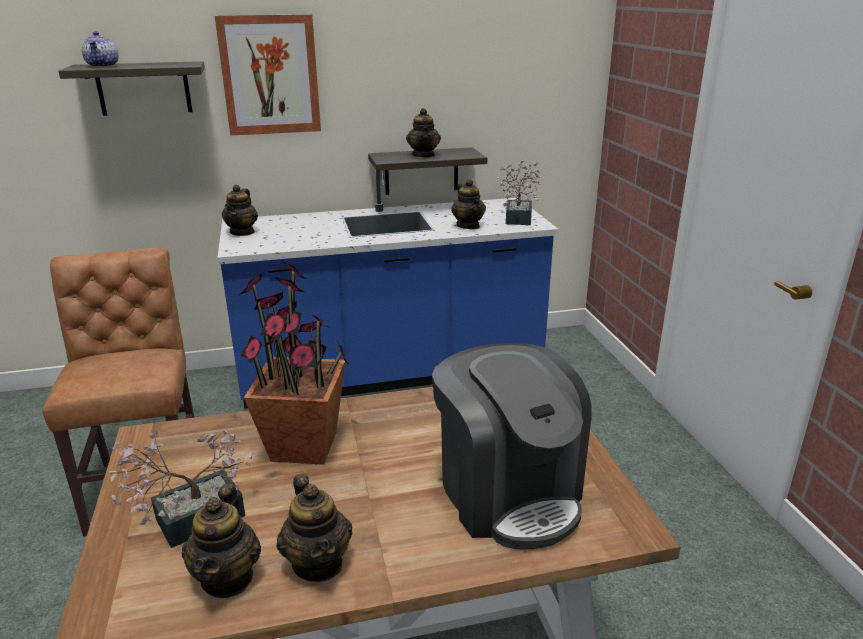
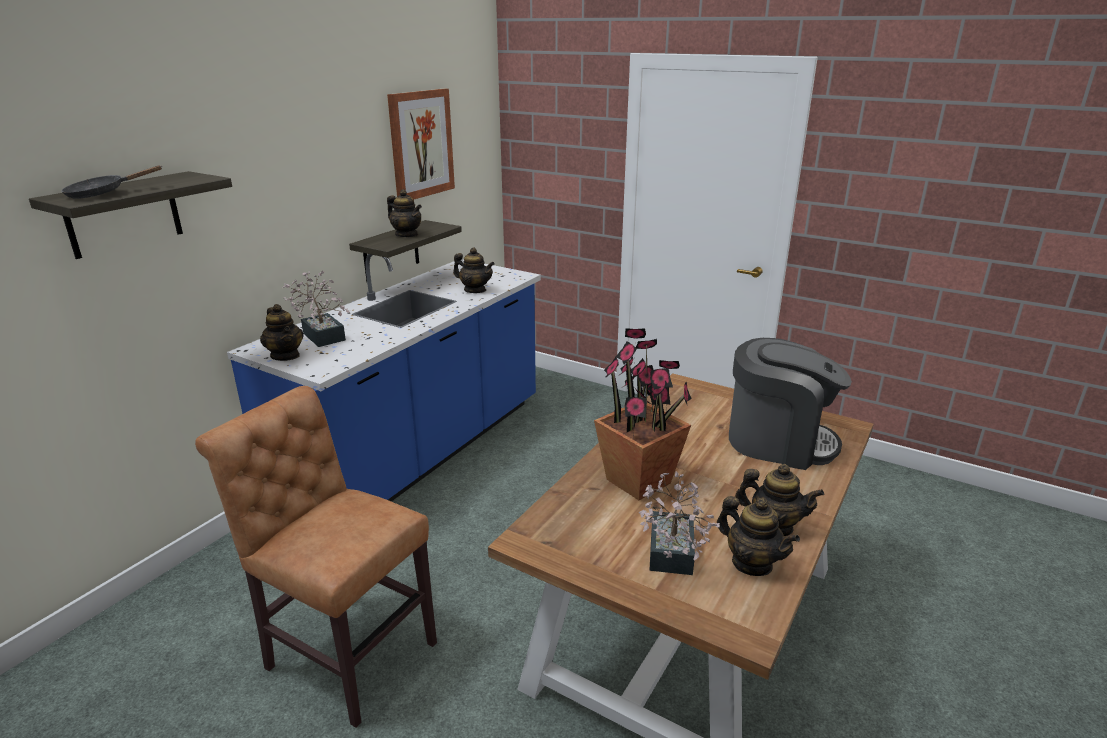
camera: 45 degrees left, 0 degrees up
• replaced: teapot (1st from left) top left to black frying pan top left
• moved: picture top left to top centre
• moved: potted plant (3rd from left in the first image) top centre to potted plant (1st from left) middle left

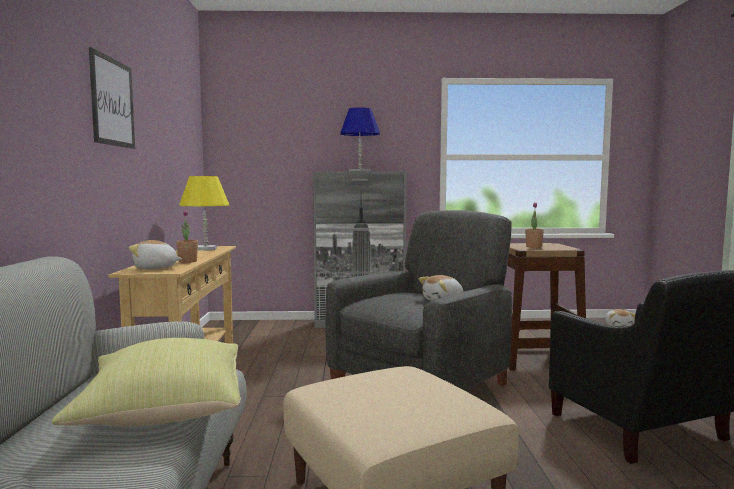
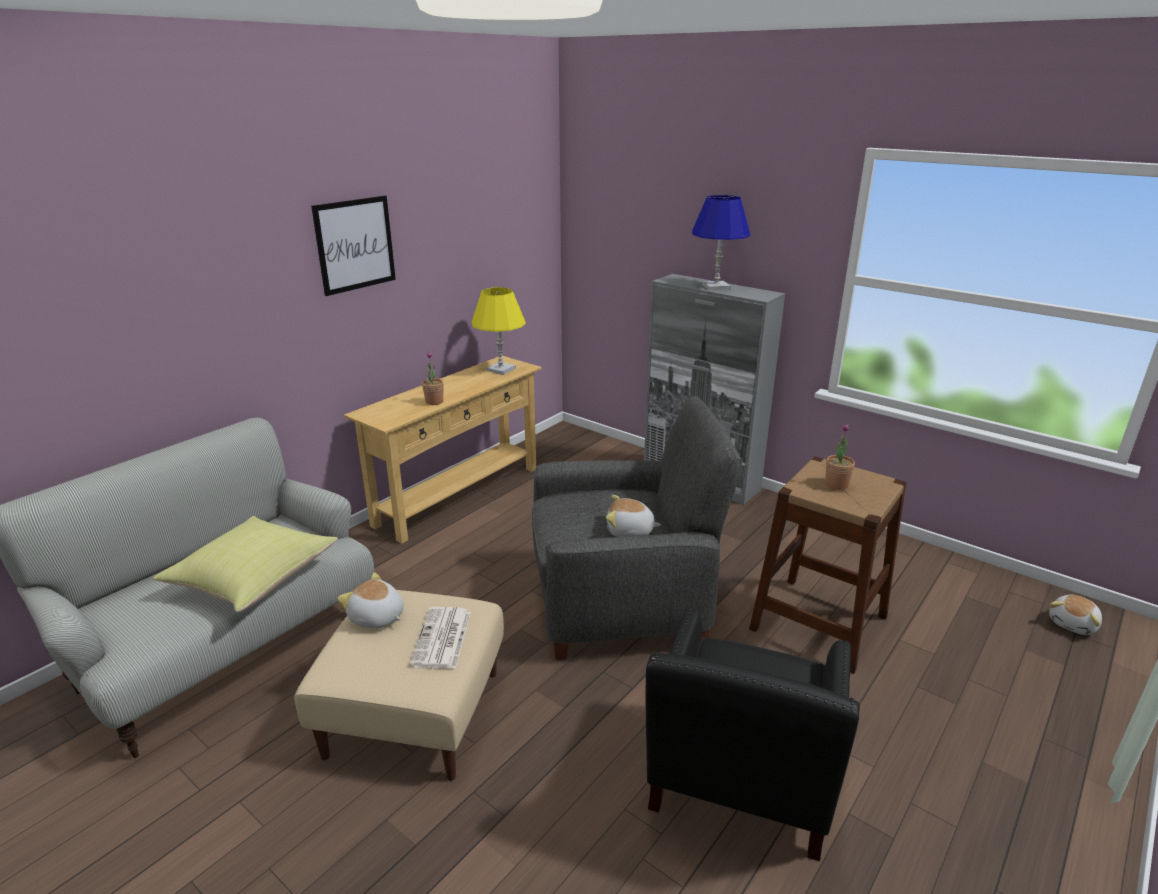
camera: 40 degrees right, 20 degrees up
• moved: plush toy (1st from left) middle left to bottom left
• added: newspaper bottom centre

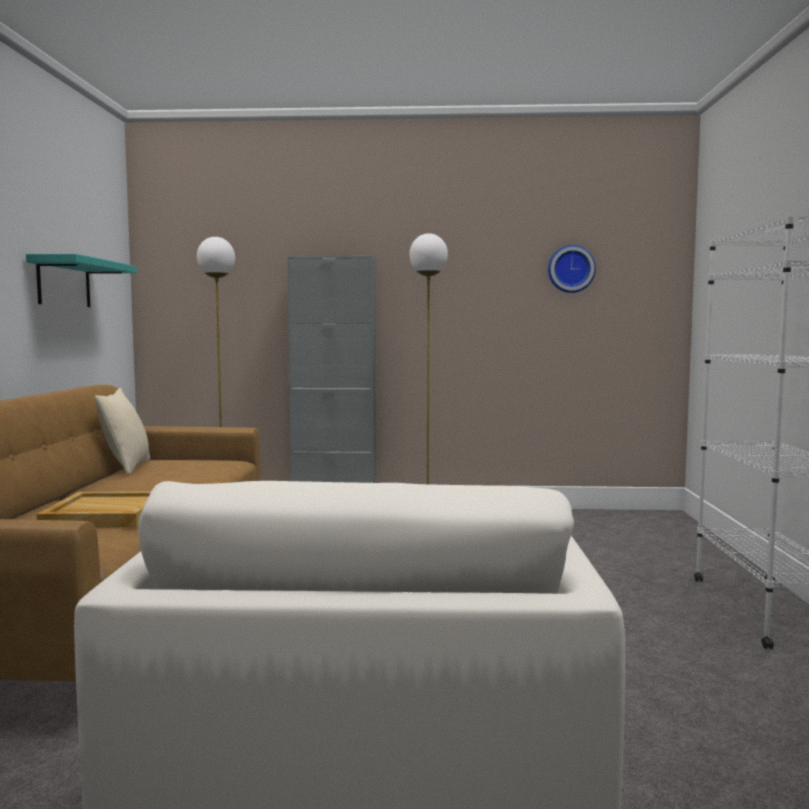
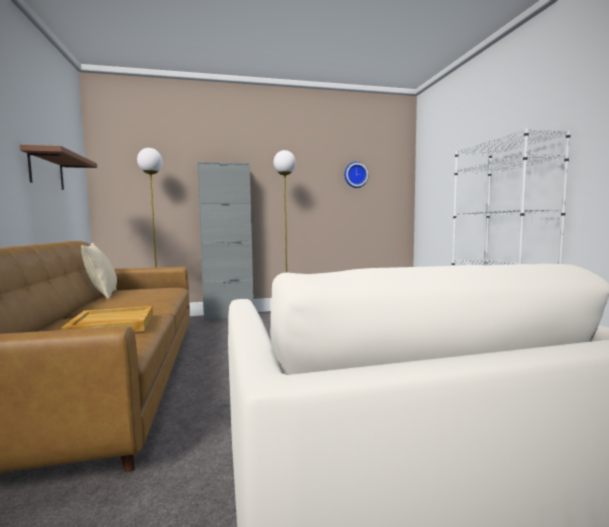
camera: 15 degrees left, 0 degrees up
• recoloured: turquoise shelf middle left to brown shelf top left

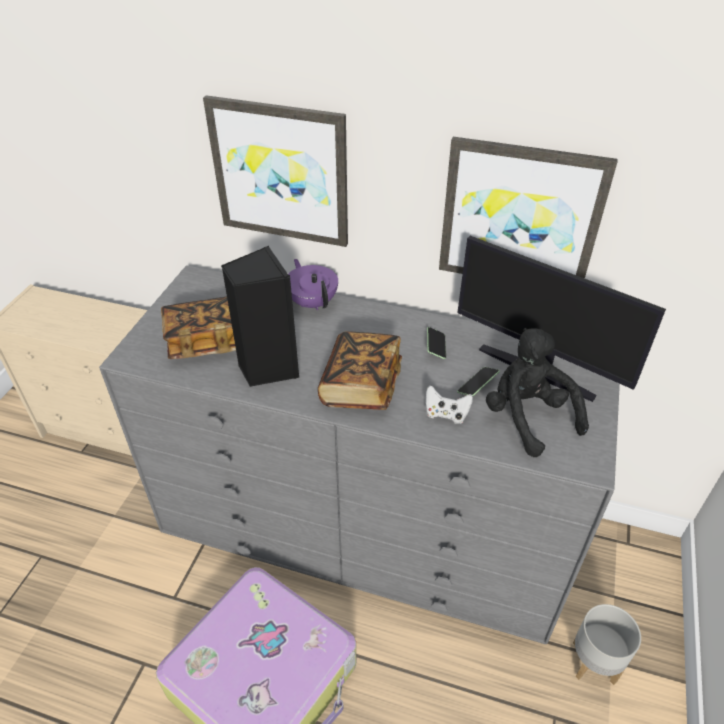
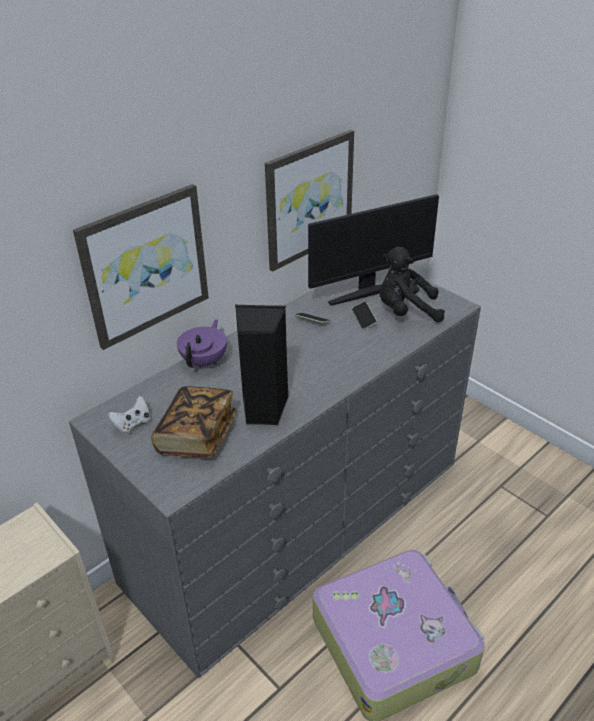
camera: 60 degrees left, 5 degrees down
• turned: purple teapot centre = centre 105 degrees clockwise
• removed: book (2nd from left) centre
• moved: white game controller centre to middle left
• removed: grey planter bottom right

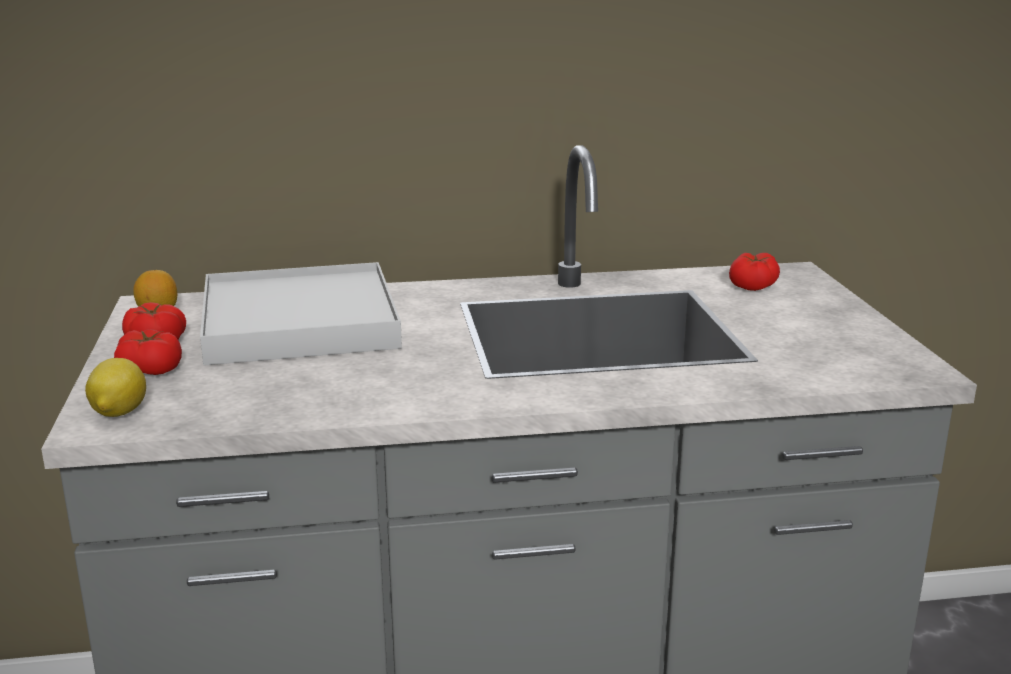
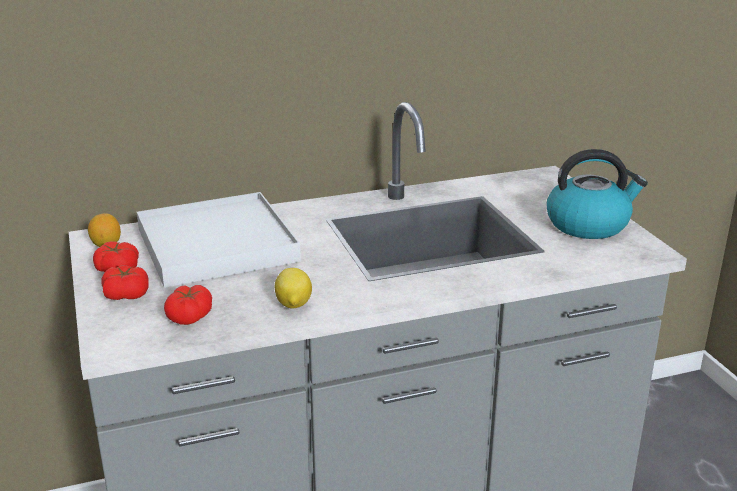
camera: 10 degrees left, 5 degrees up
• moved: lemon (1st from left in the first image) middle left to lemon (2nd from left) centre
• moved: tomato (3rd from left) middle right to middle left
• added: kettle middle right

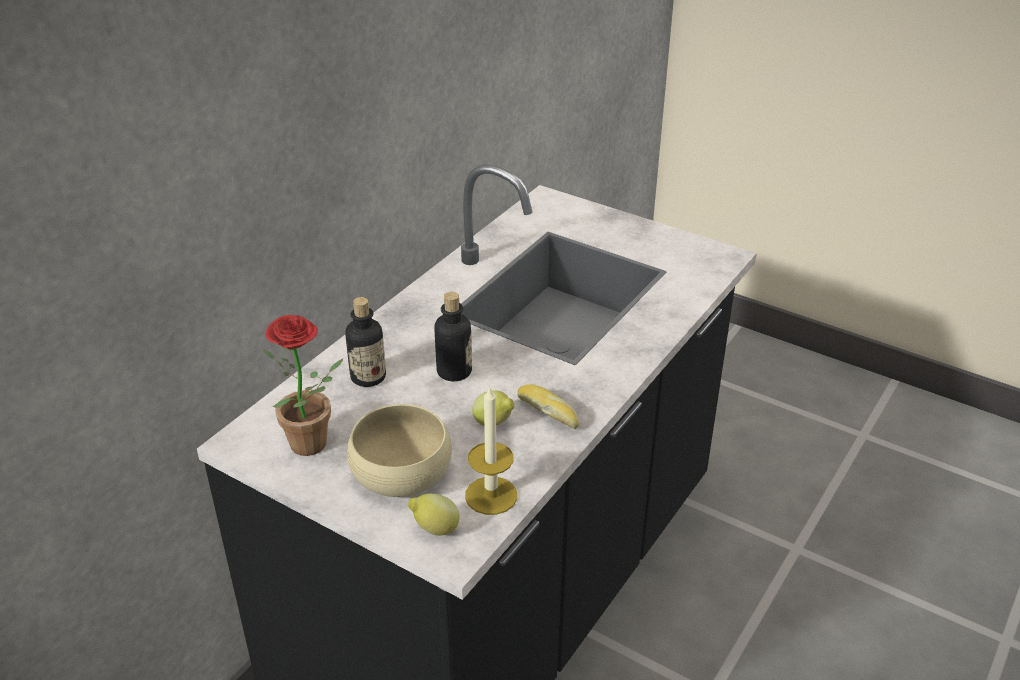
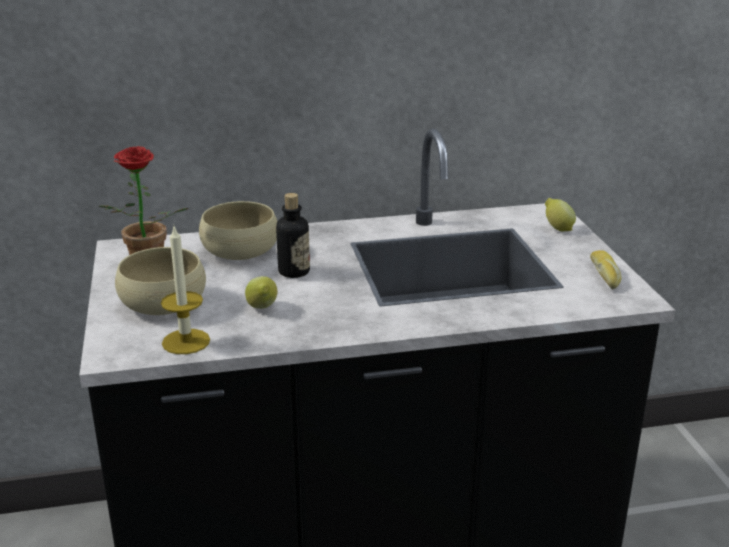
camera: 45 degrees right, 10 degrees down
• replaced: bottle (1st from left) centre to beige bowl (2nd from left) middle left
• moved: lemon (1st from left in the first image) bottom centre to lemon (2nd from left) middle right
• moved: bread centre to middle right

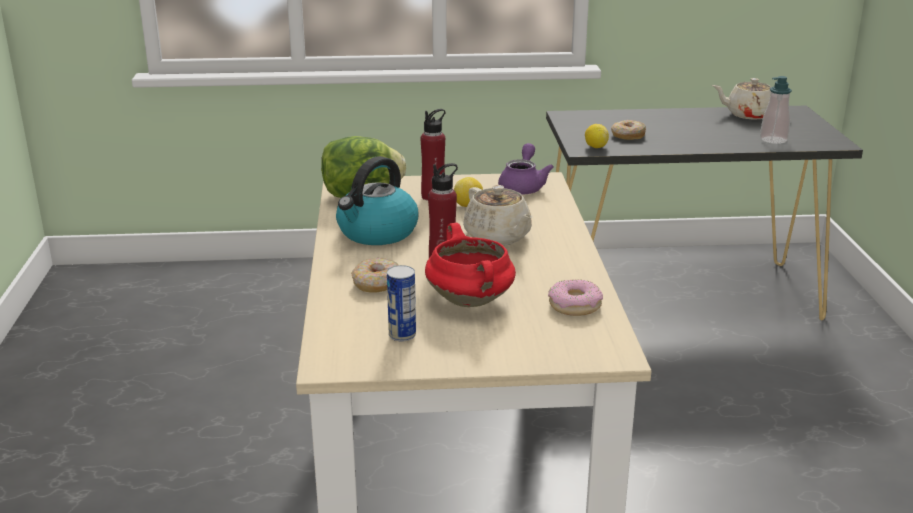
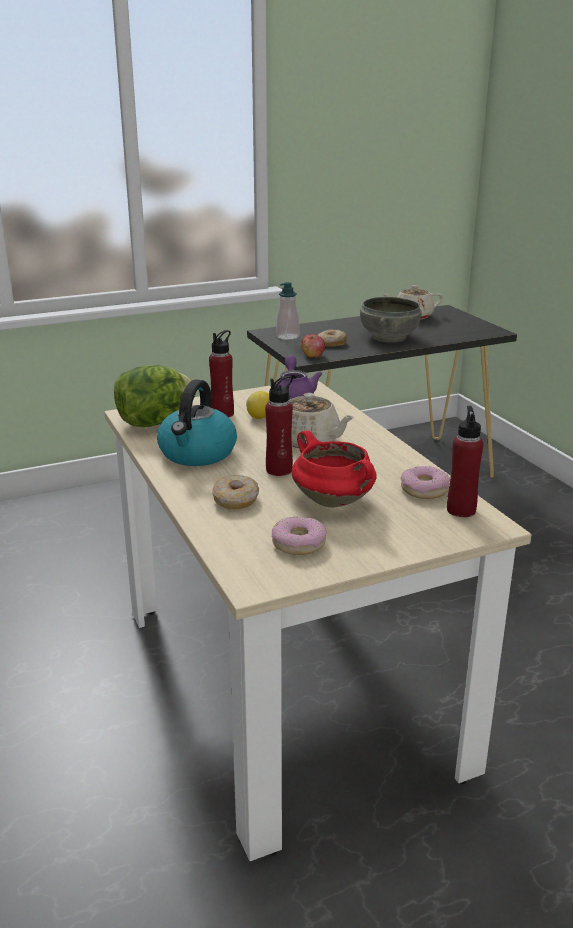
camera: 20 degrees left, 0 degrees up
• replaced: can centre to donut (2nd from left) centre
• replaced: lemon (2nd from left) top centre to apple centre
• moved: soap dispenser top right to centre
• added: grey bowl middle right
• added: red bottle (3rd from left) middle right

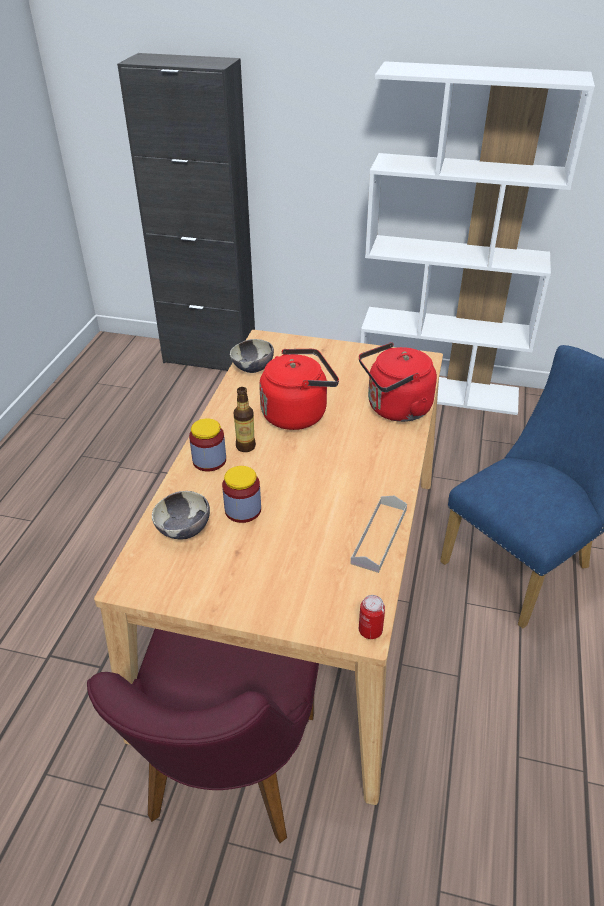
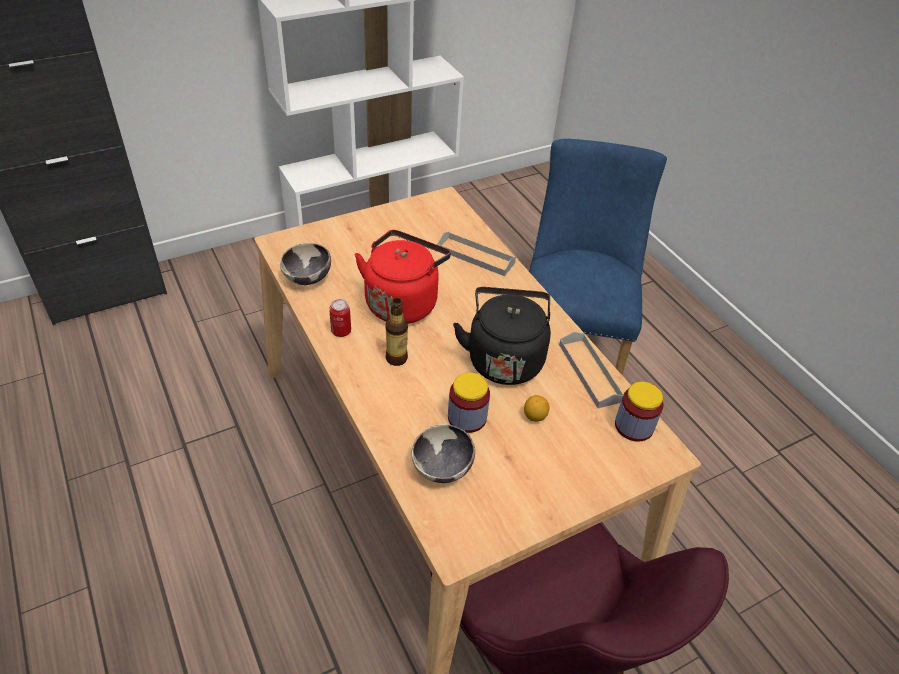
camera: 45 degrees left, 5 degrees up
• moved: jar (1st from left in the first image) centre to jar (2nd from left) middle right
• replaced: red kettle (2nd from left) centre to grey tray (1st from left) centre
• moved: can bottom centre to centre
• added: black kettle centre
• added: lemon centre

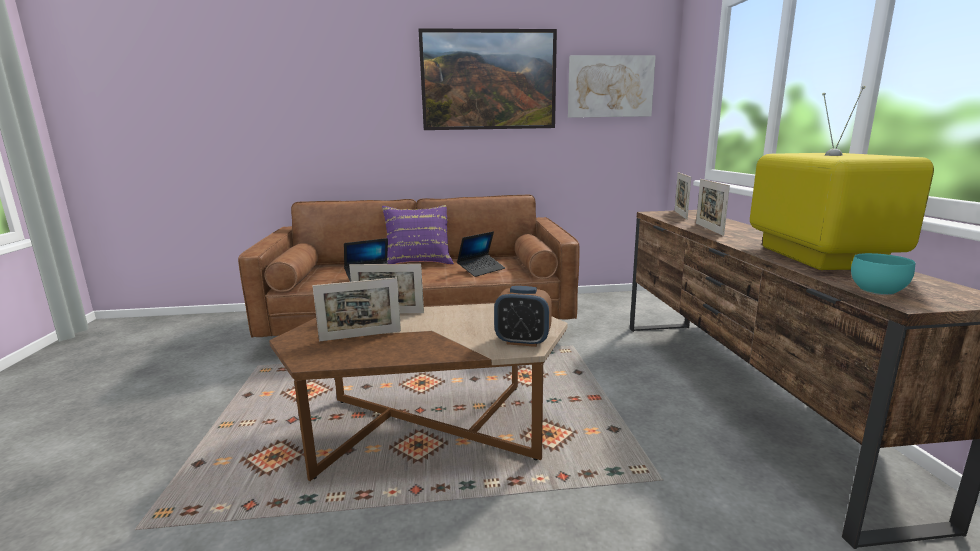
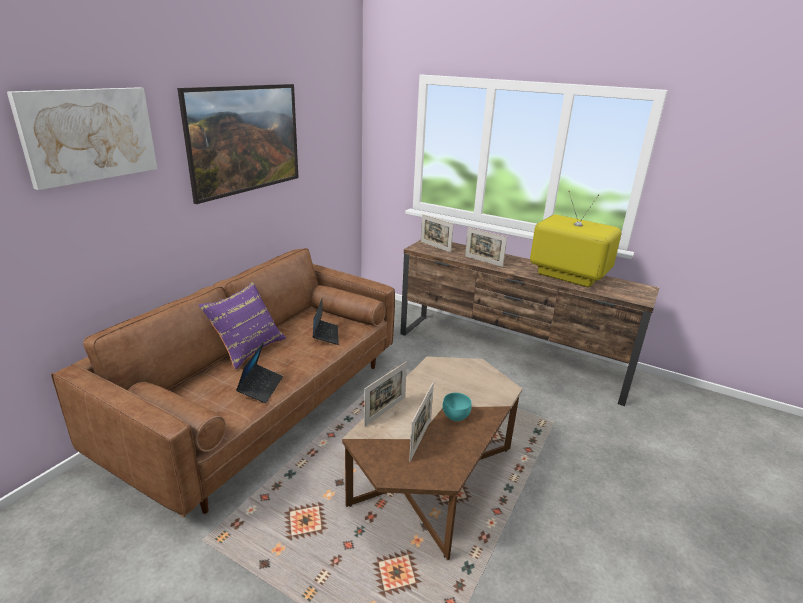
camera: 55 degrees left, 10 degrees up
• removed: alarm clock centre
• moved: picture (2nd from left in the first image) top centre to picture (1st from left) top left
• moved: turquoise bowl middle right to bottom centre

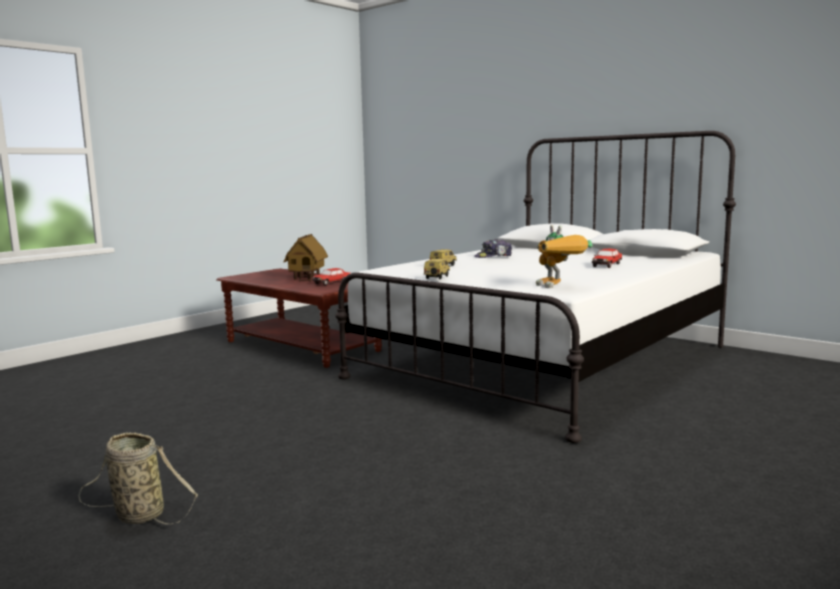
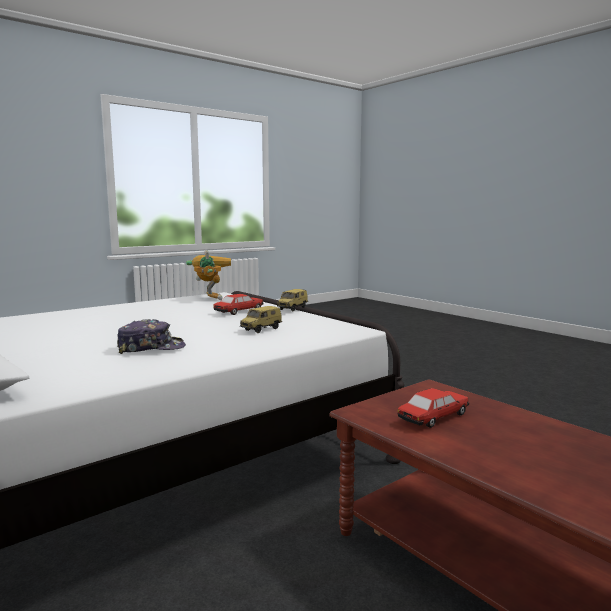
camera: 170 degrees left, 0 degrees up
• removed: basket bottom left
• removed: toy house centre
• moved: toy car (4th from left in the first image) middle right to toy car (1st from left) centre

